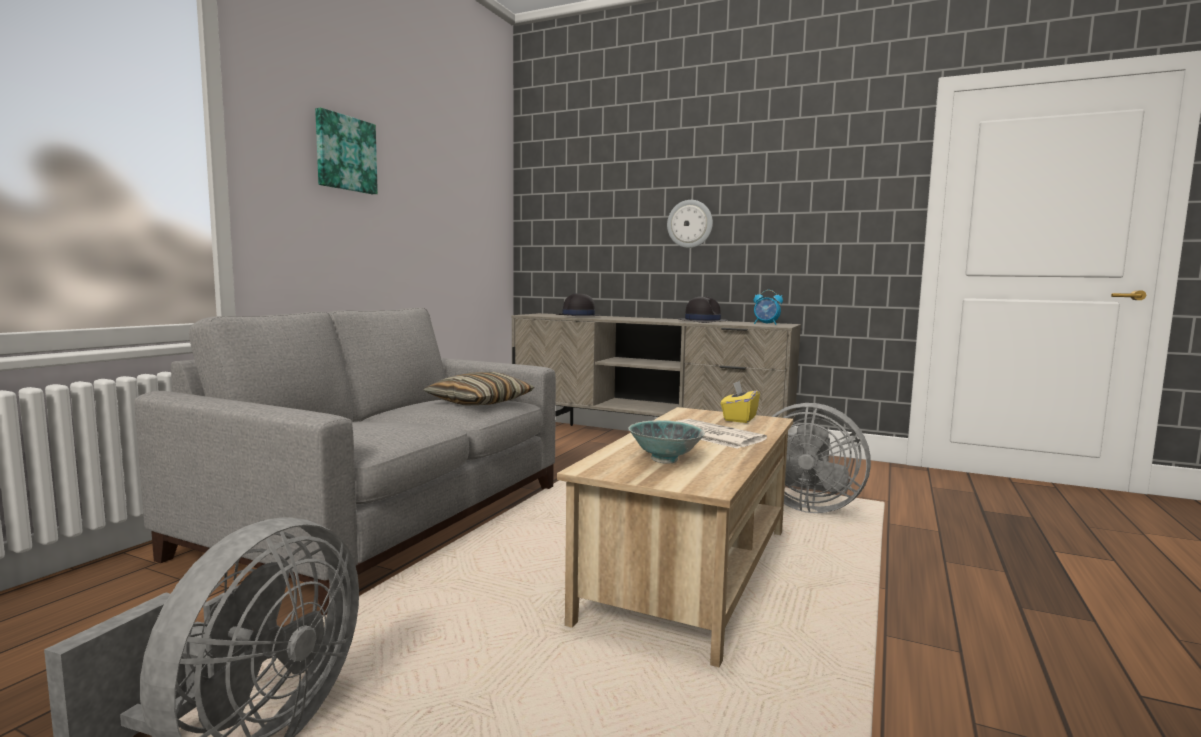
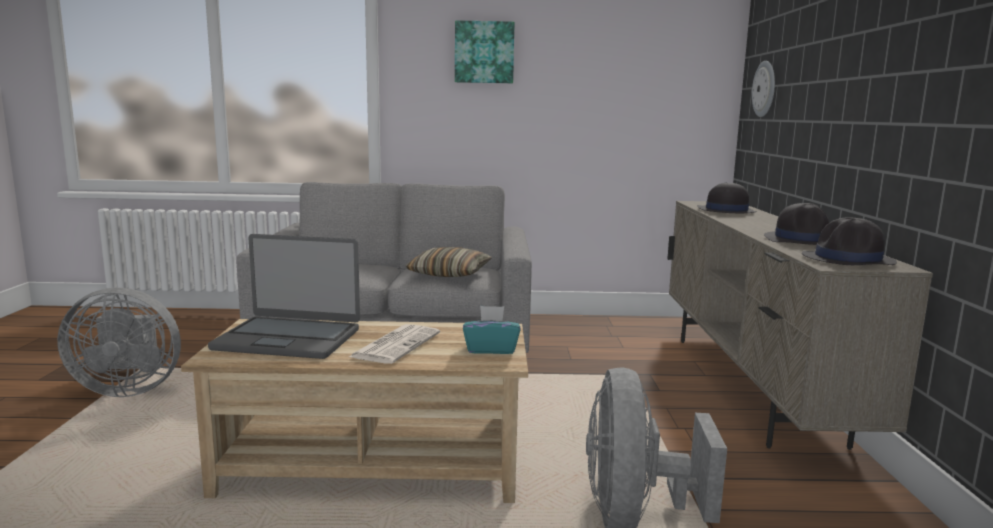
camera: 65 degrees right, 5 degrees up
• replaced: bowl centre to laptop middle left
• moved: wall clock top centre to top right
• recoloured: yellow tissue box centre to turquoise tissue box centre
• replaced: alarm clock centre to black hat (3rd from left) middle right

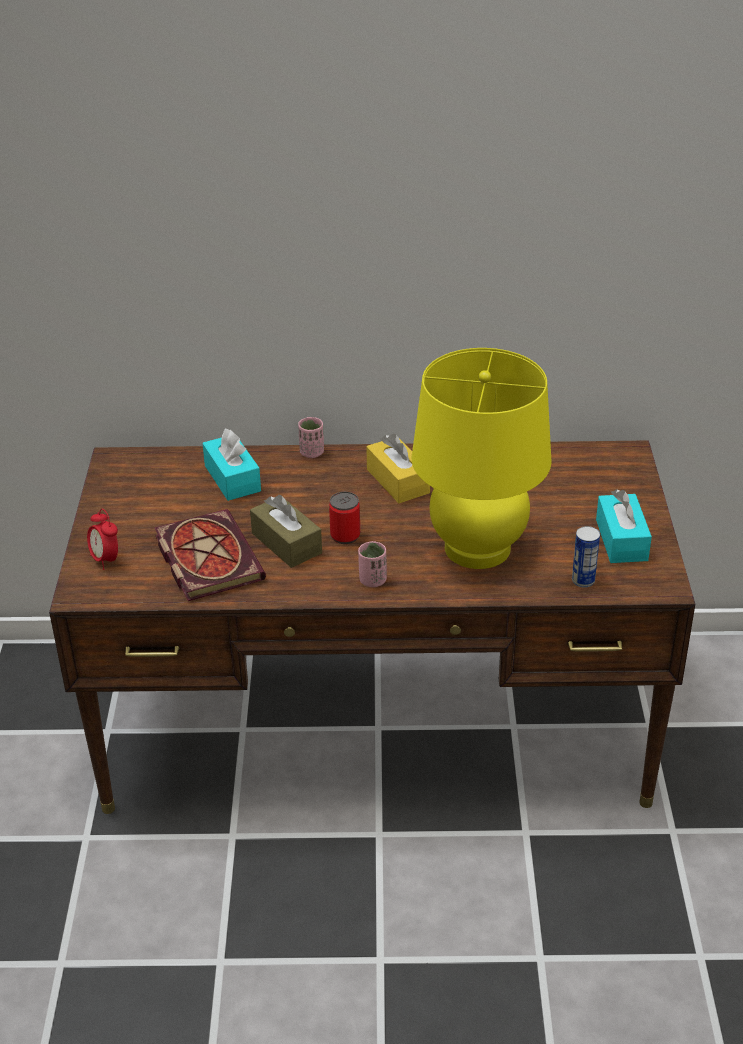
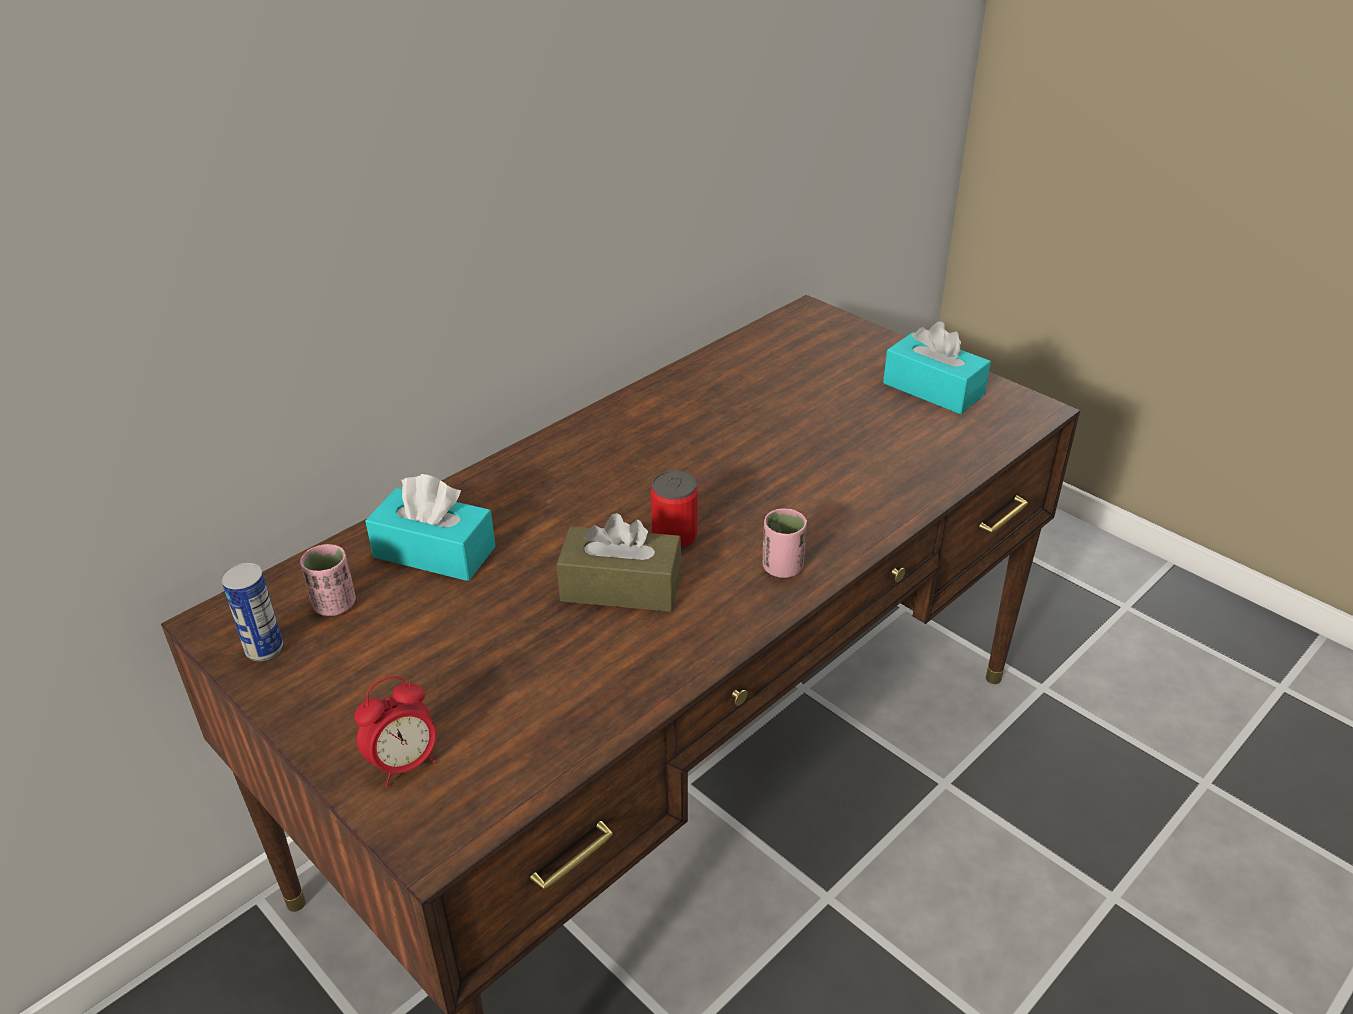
camera: 45 degrees left, 0 degrees up
• turned: alarm clock middle left = bottom left 45 degrees counterclockwise
• removed: book middle left
• moved: pink cup (1st from left) centre to middle left
• removed: yellow tissue box centre
• removed: yellow table lamp centre
• moved: can (2nd from left in the first image) middle right to can (1st from left) middle left

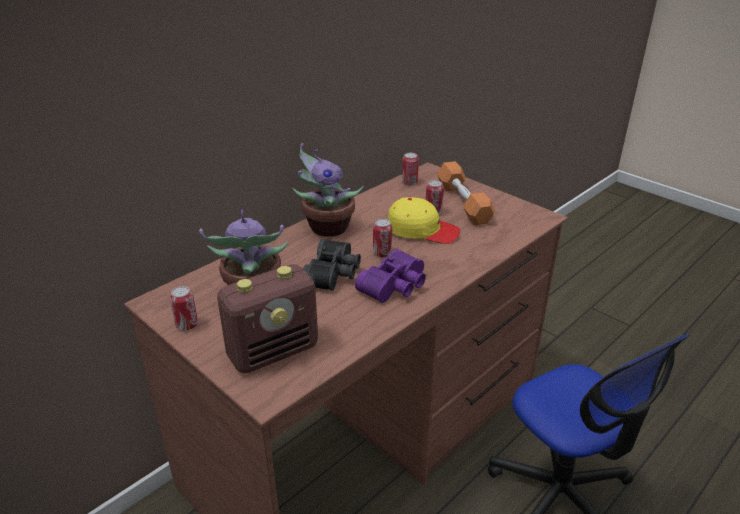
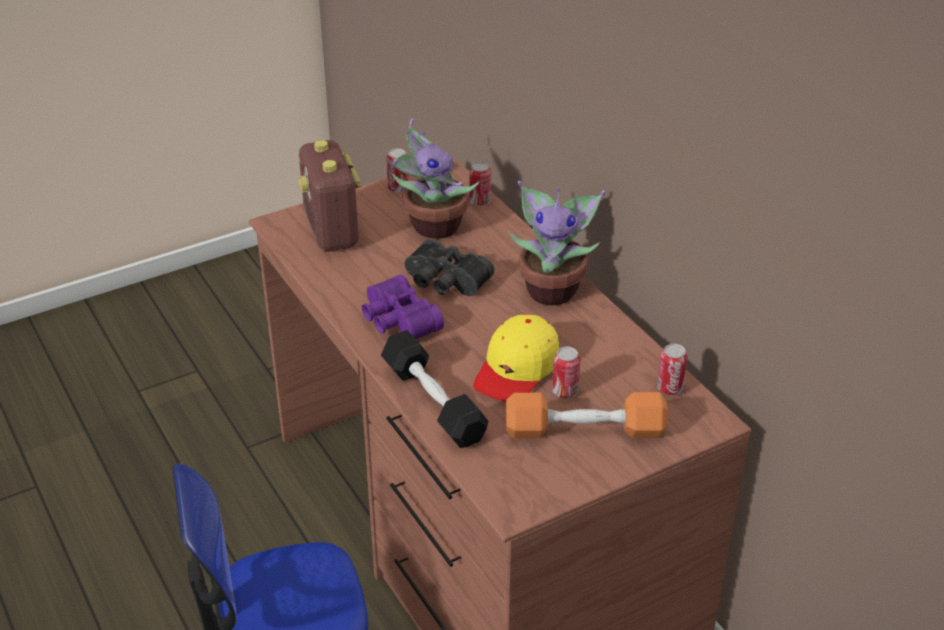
camera: 105 degrees right, 5 degrees up
• moved: can (2nd from left) centre to top centre
• added: black dumbbell centre

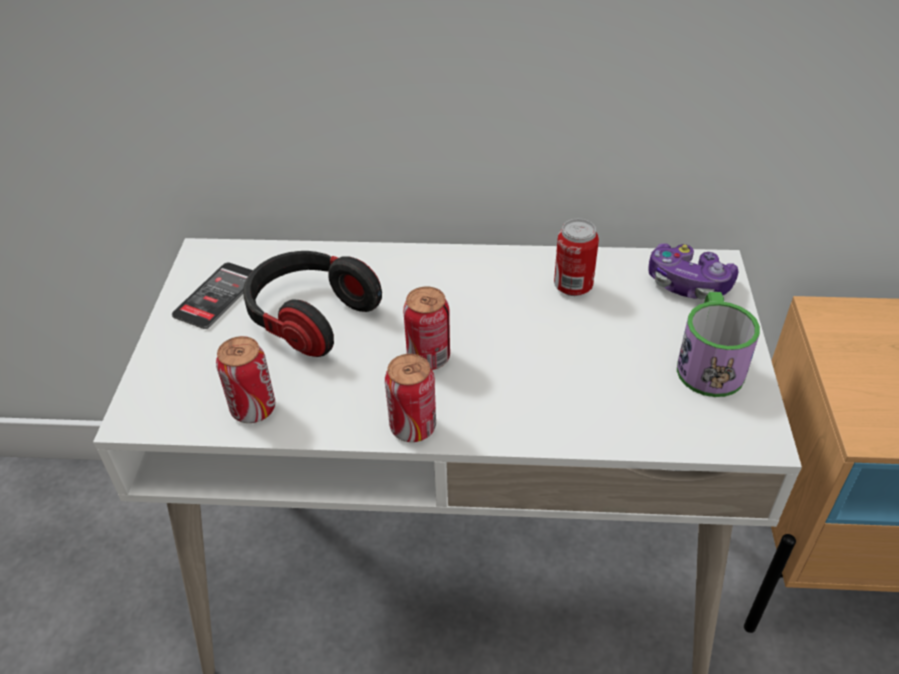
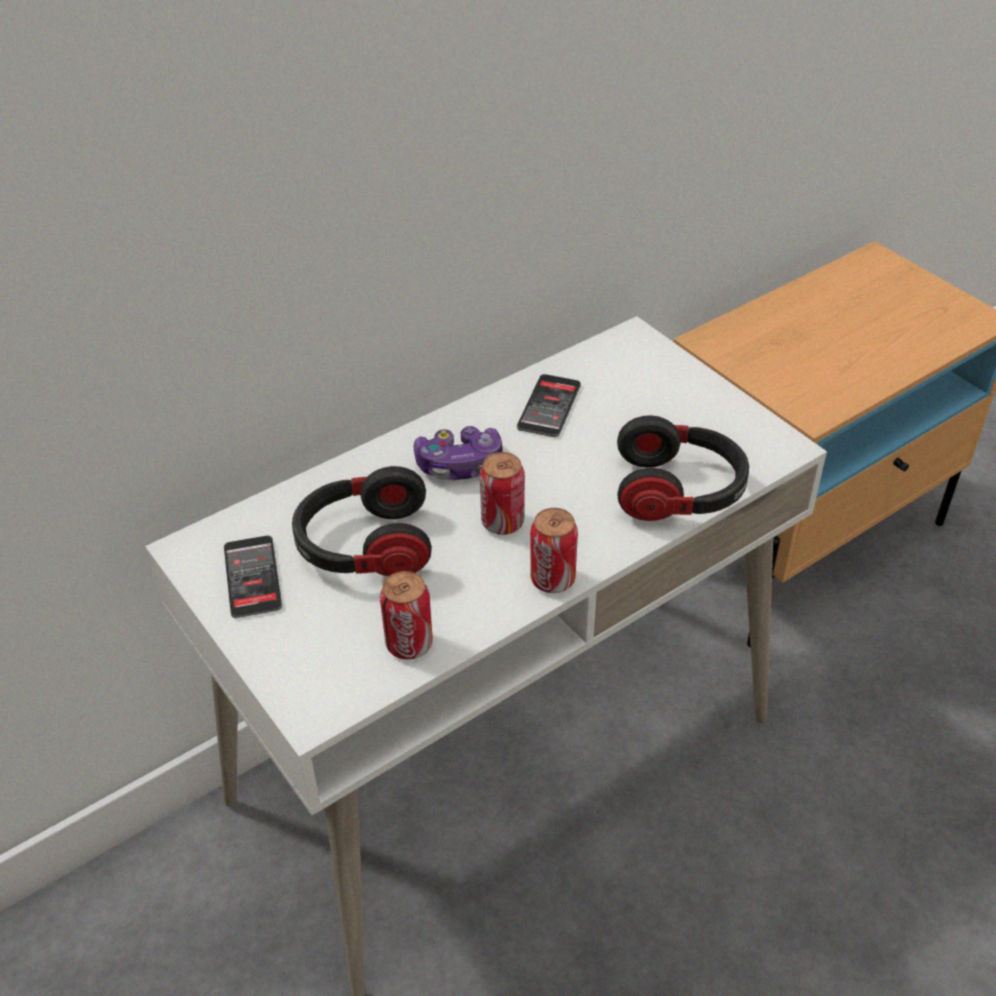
camera: 40 degrees left, 0 degrees up
• replaced: can (4th from left) centre to phone (2nd from left) centre
• moved: game controller middle right to centre
• removed: mug middle right
• added: headphones (2nd from left) middle right

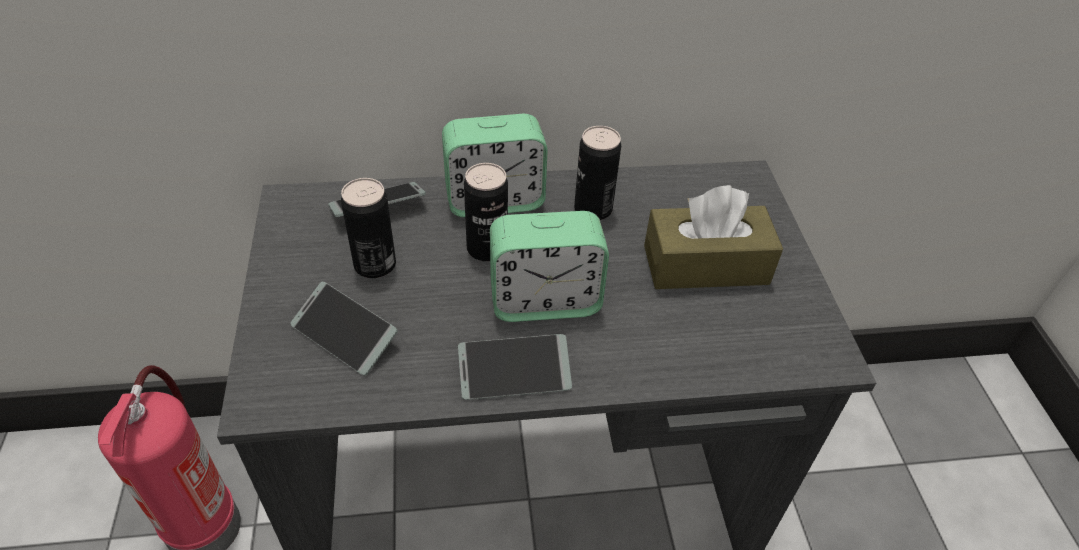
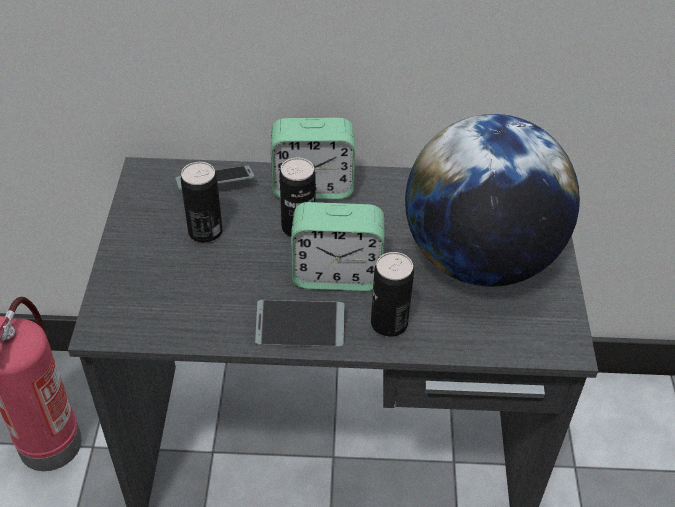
camera: 10 degrees right, 0 degrees up
• removed: phone (1st from left) middle left
• moved: can (3rd from left) top centre to centre
• replaced: brown tissue box centre to globe middle right

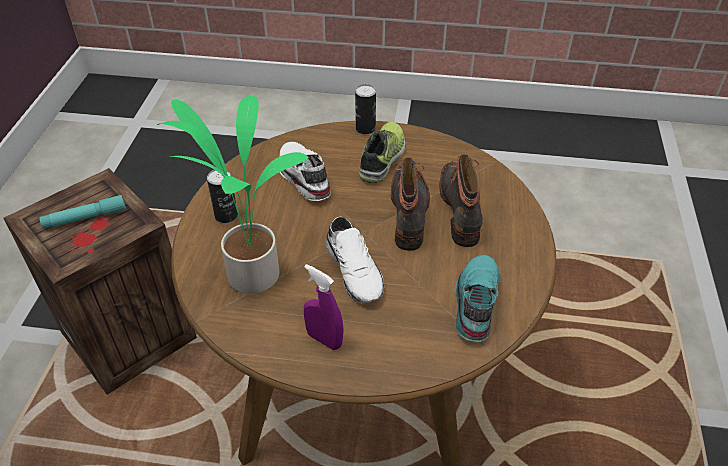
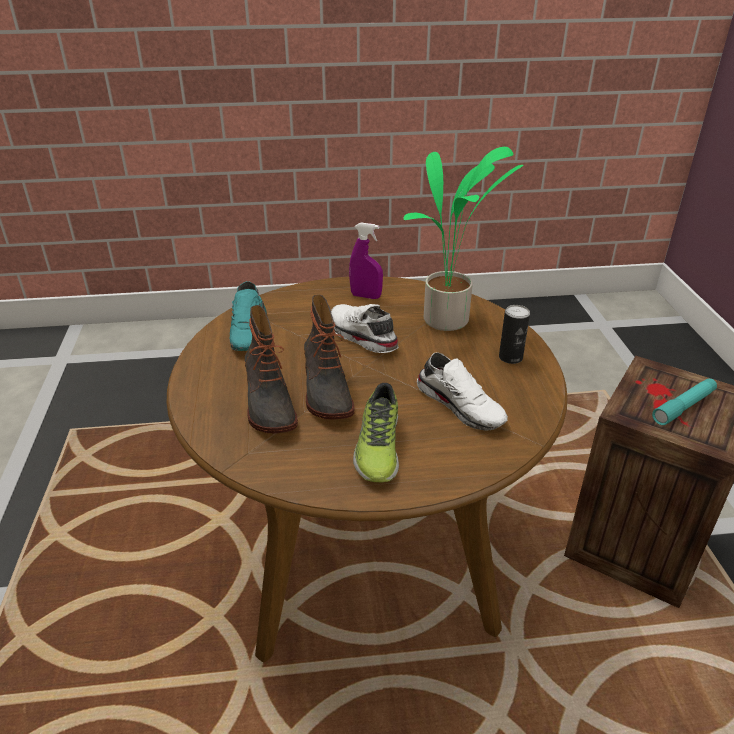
camera: 165 degrees right, 10 degrees down
• removed: can (2nd from left) top centre

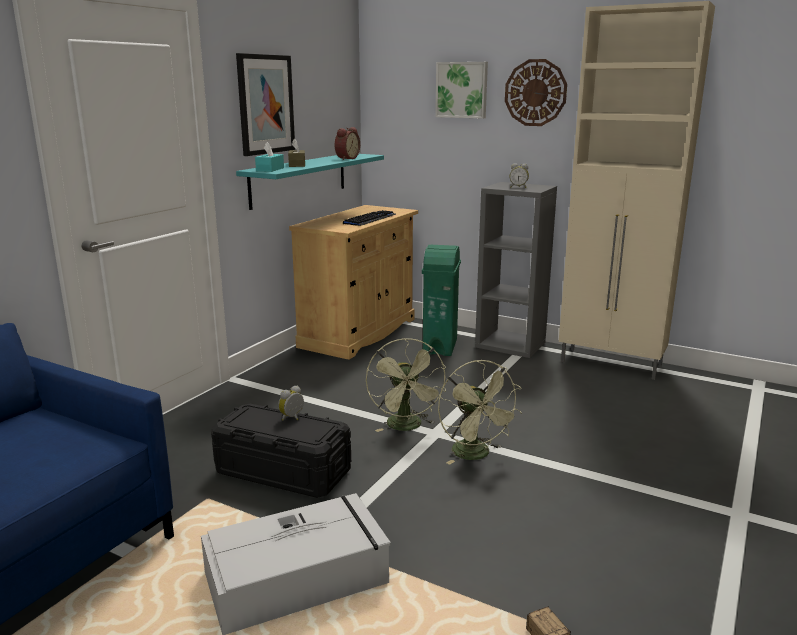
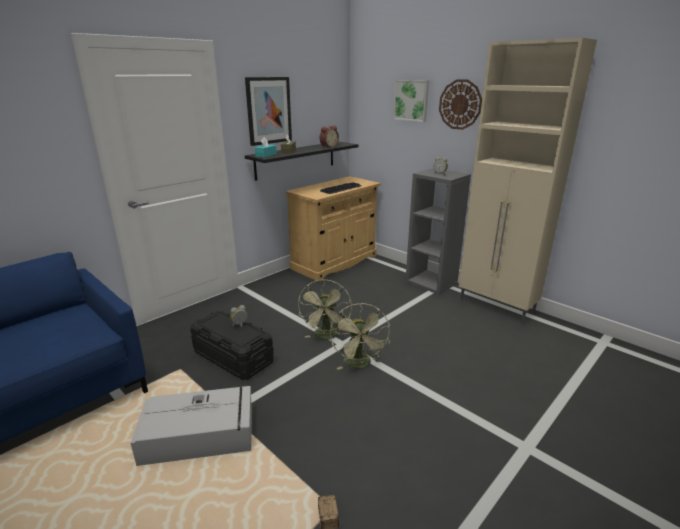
camera: 15 degrees right, 5 degrees up
• recoloured: turquoise shelf top centre to black shelf top centre
• removed: green trash can centre

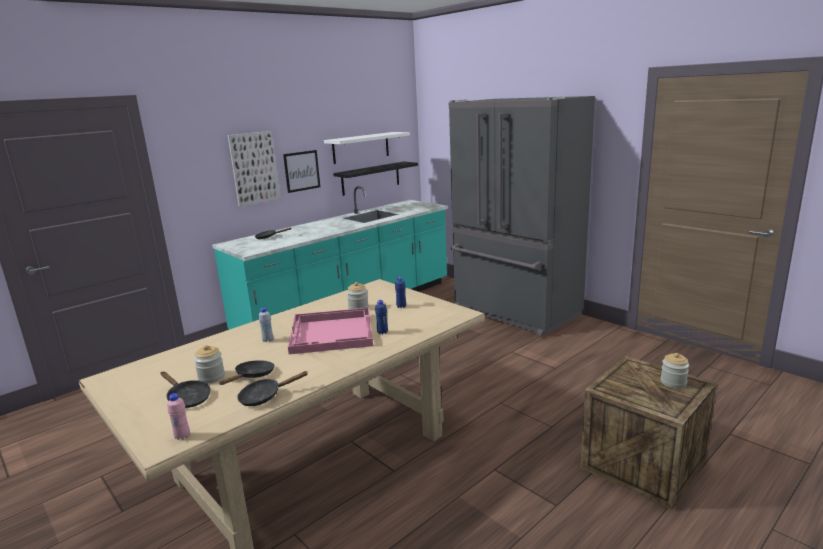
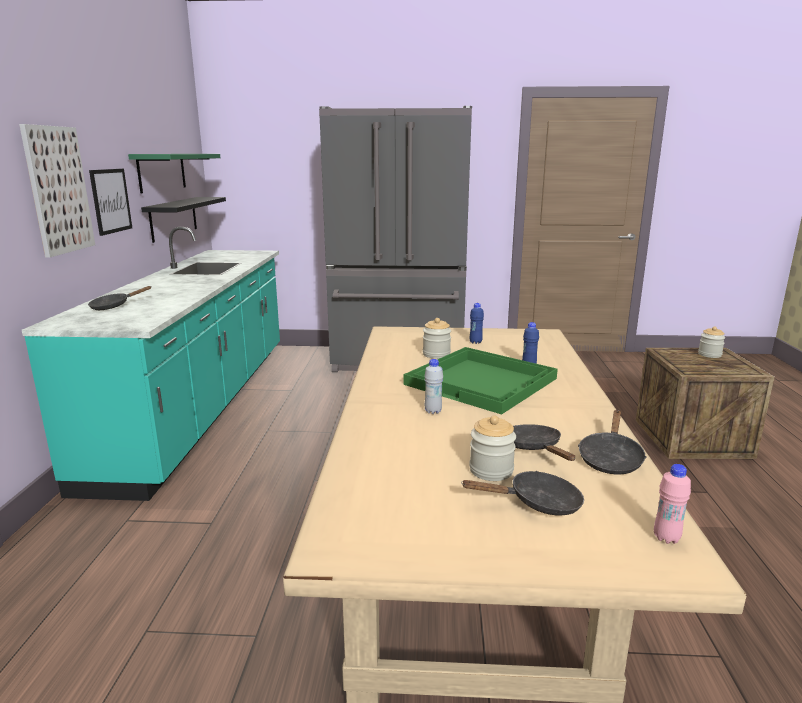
camera: 45 degrees left, 0 degrees up
• recoloured: pink tray centre to green tray centre
• recoloured: white shelf top centre to green shelf top left

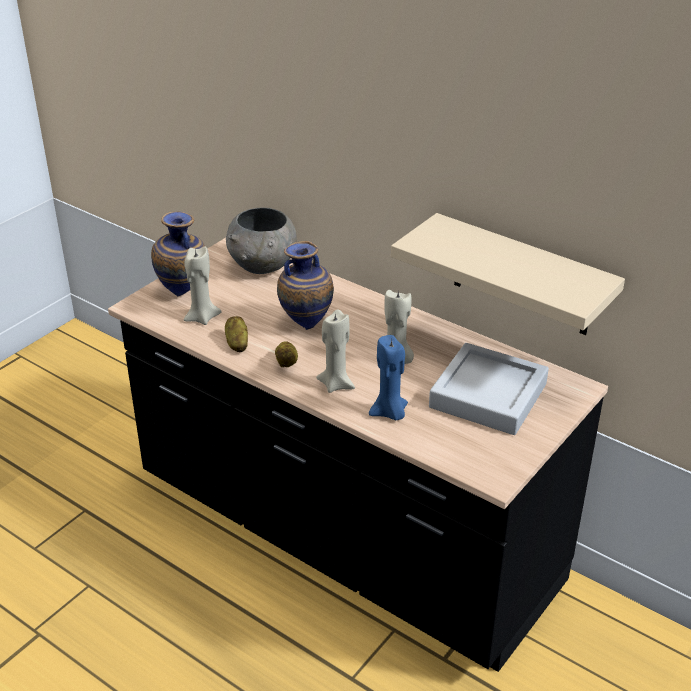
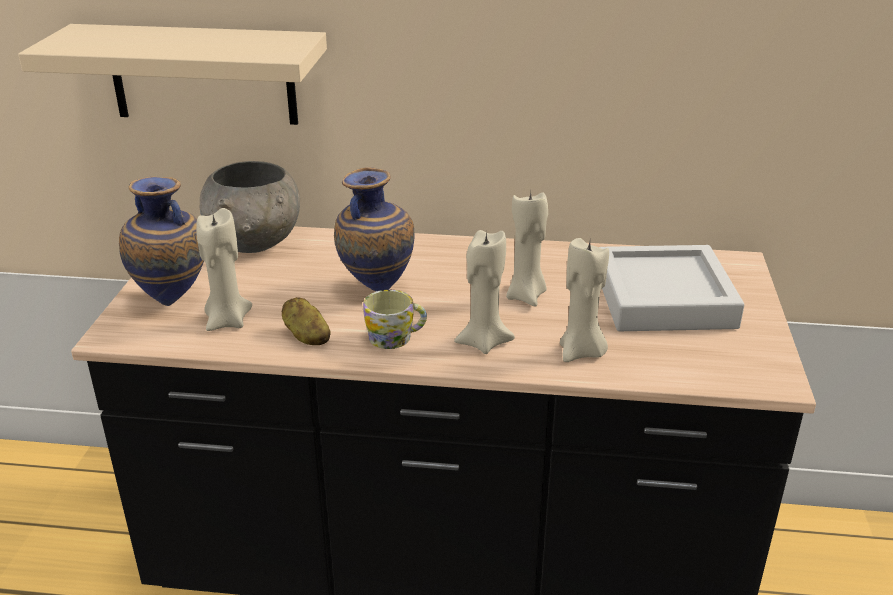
camera: 30 degrees left, 5 degrees down
• replaced: potato (2nd from left) centre to mug centre
• recoloured: blue candle centre to beige candle (4th from left) centre
• moved: beige shelf middle right to top left

